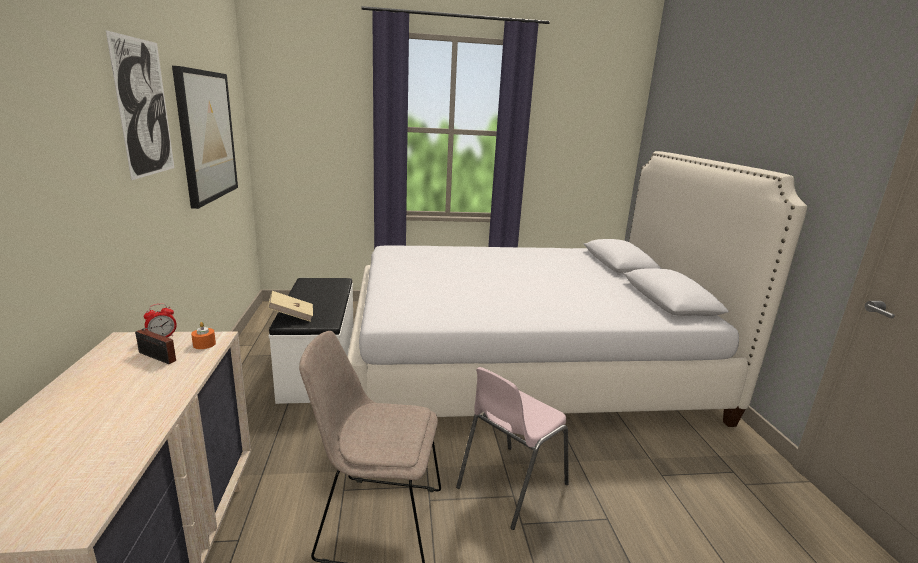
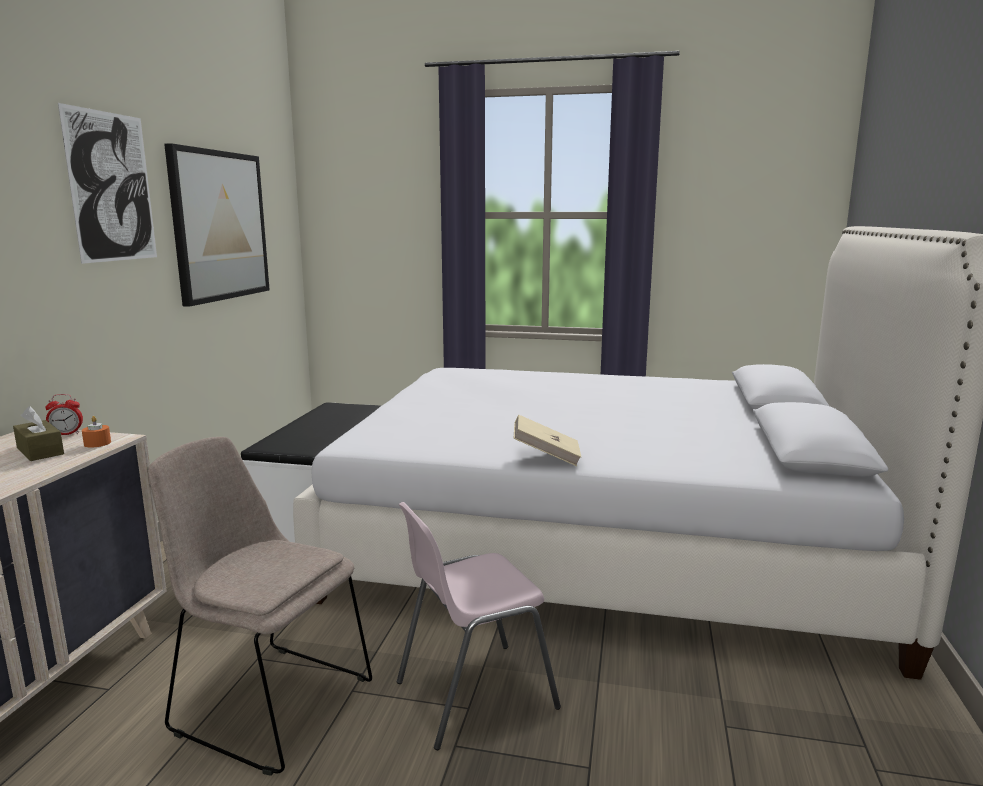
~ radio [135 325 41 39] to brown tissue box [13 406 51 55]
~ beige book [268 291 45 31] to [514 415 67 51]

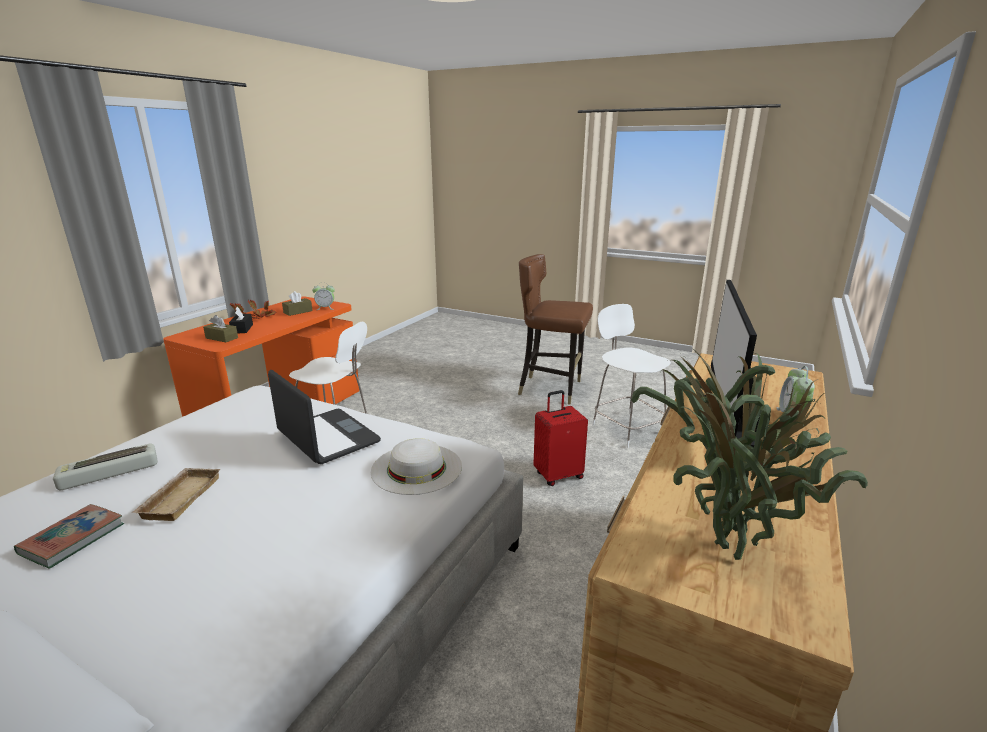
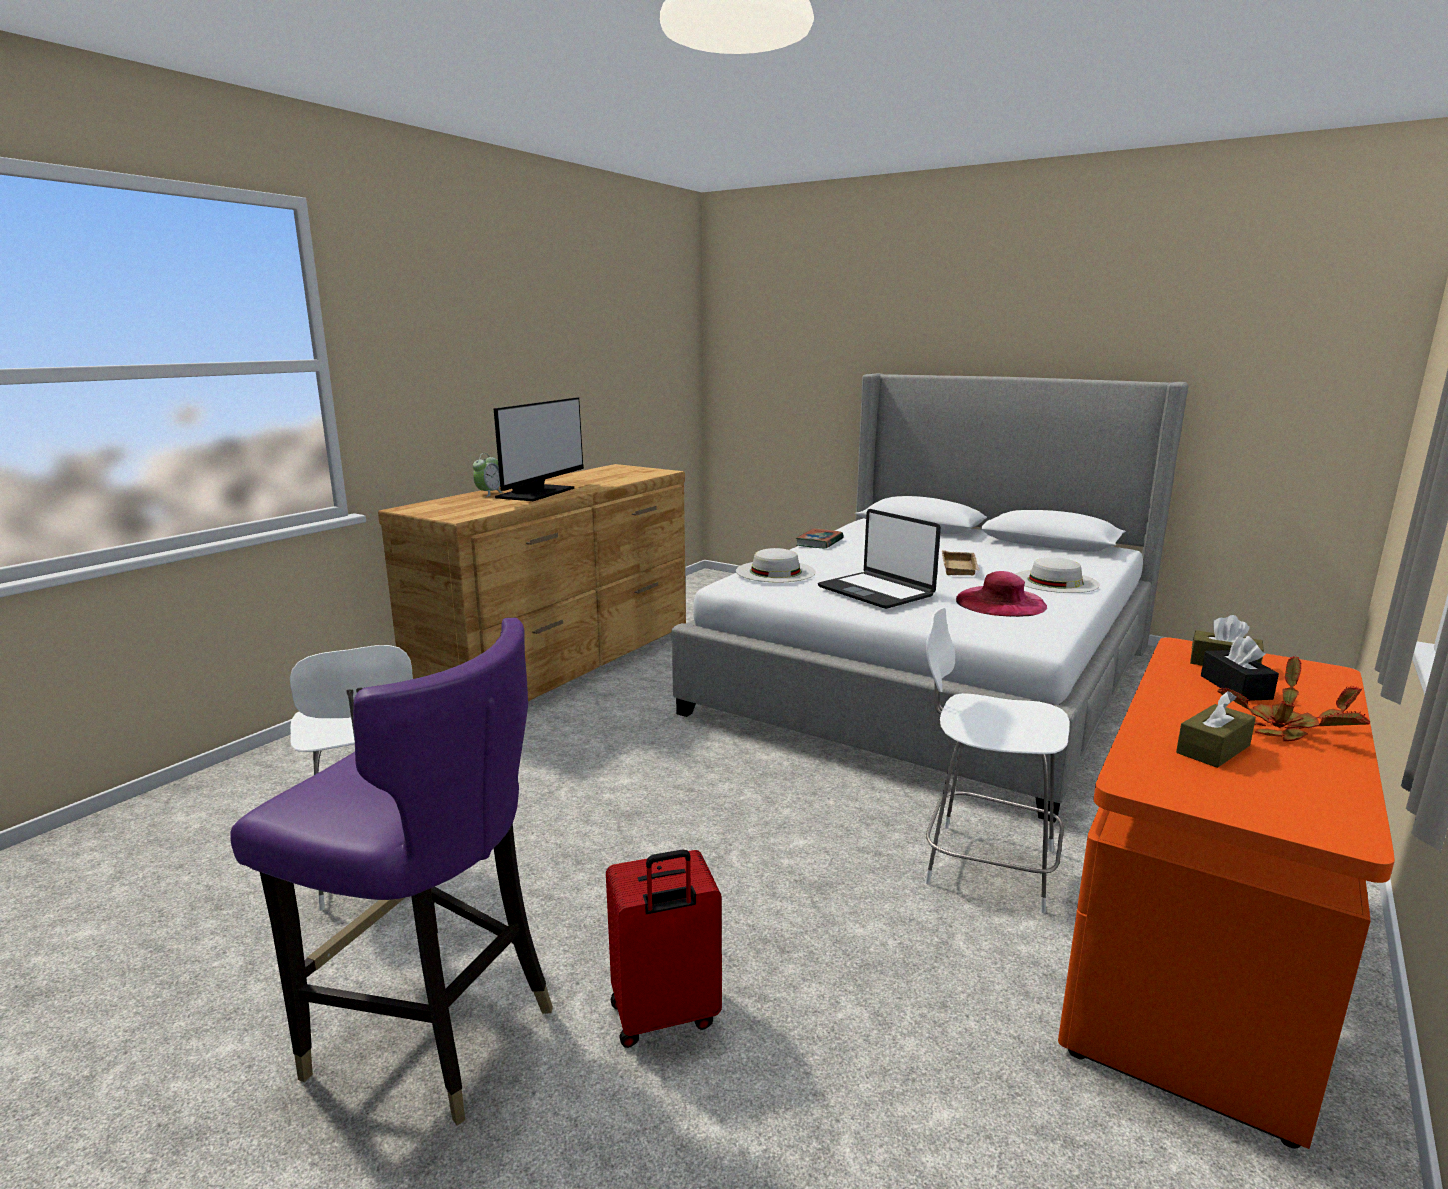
~ book [14 504 110 65] to [796 528 48 21]
~ keyboard [53 443 105 47] to white hat [1015 557 85 36]
- alarm clock [312 282 23 28]
~ brown chair [518 254 75 151] to purple chair [230 618 323 507]
~ red suitcase [533 390 55 96] to [606 849 116 199]
- potted plant [631 350 237 210]
+ pink hat [956 571 92 46]

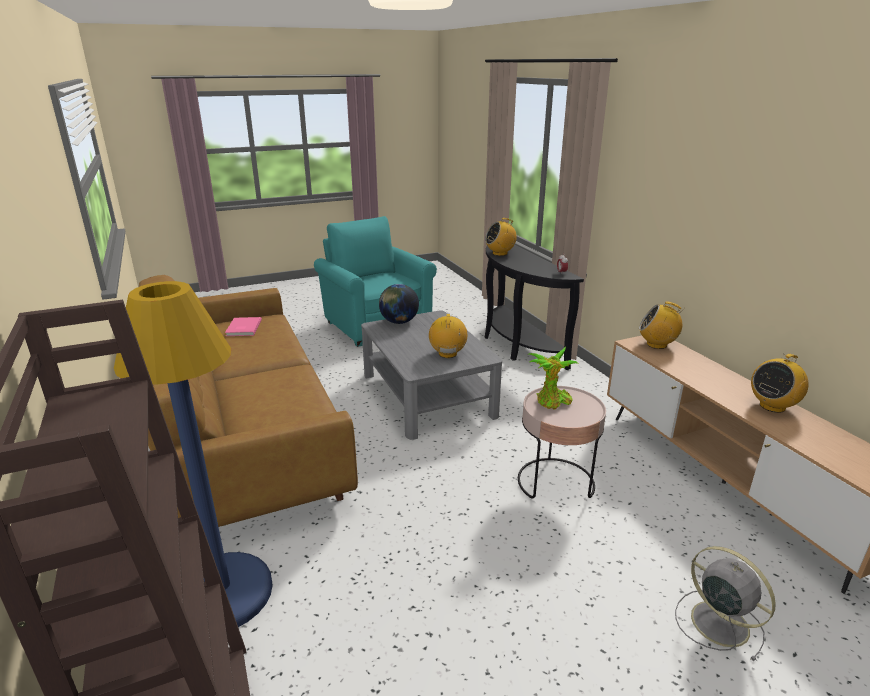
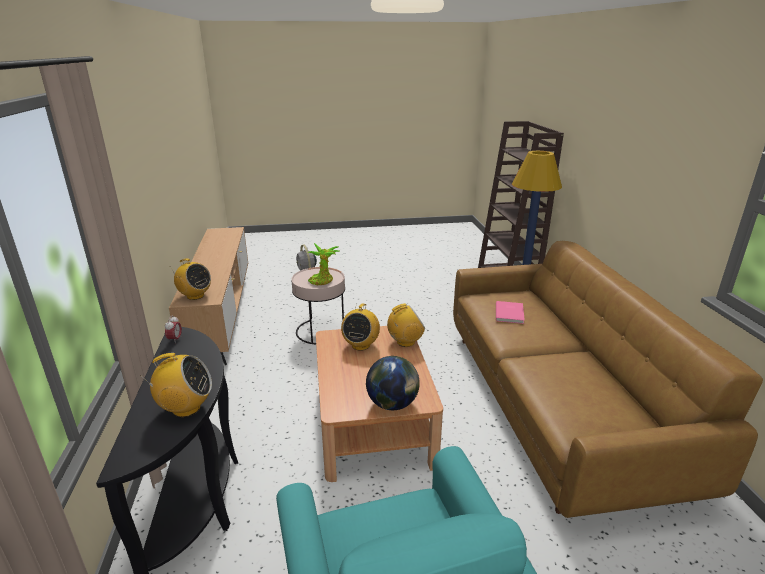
~ pink book [225 317 37 19] to [496 301 29 23]
~ grey coffee table [361 310 141 130] to brown coffee table [316 326 127 156]
~ radio [751 354 58 59] to [387 303 38 44]

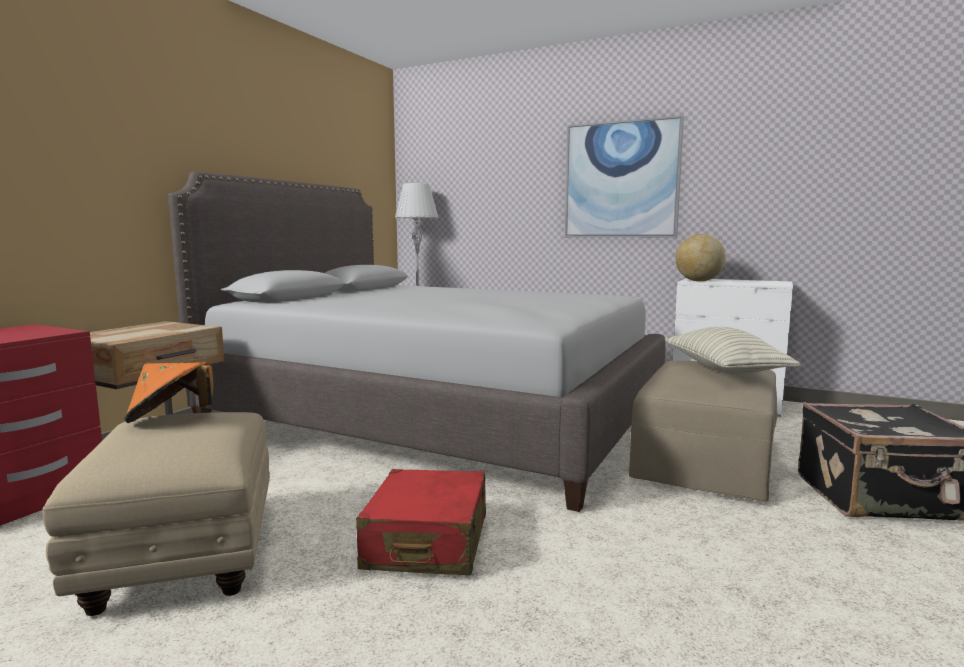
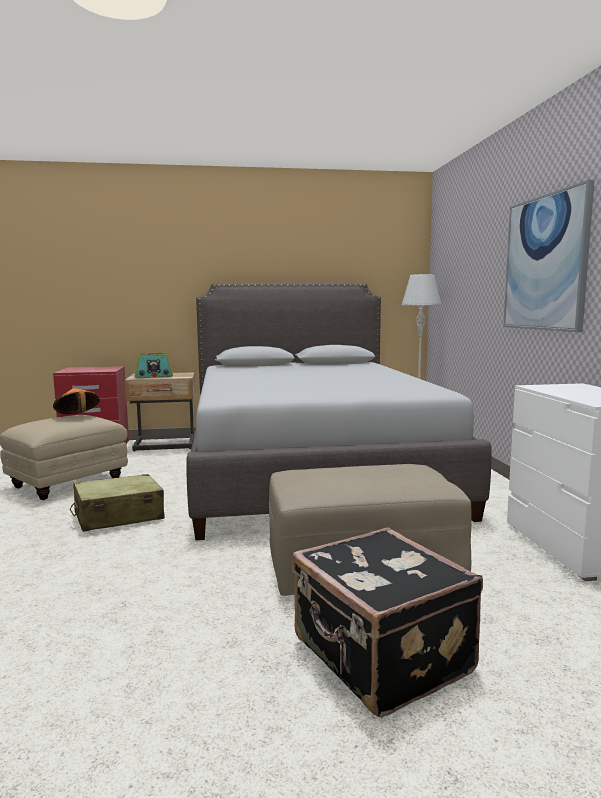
~ red suitcase [356 469 130 106] to beige suitcase [70 474 95 58]
- pillow [665 327 136 47]
- globe [676 234 50 47]
+ radio [135 353 38 25]

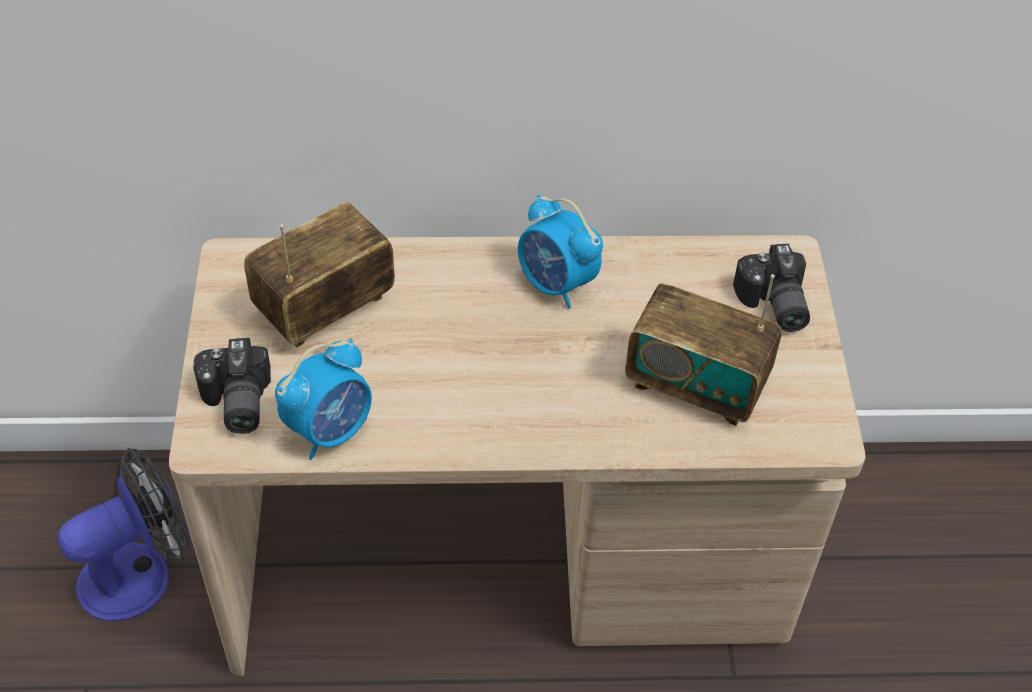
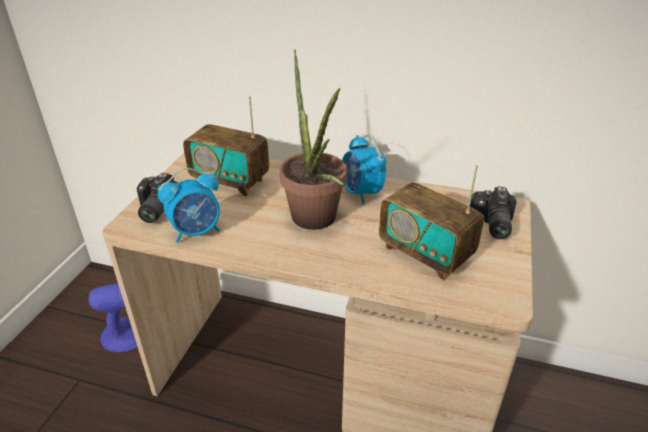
~ radio [244 202 151 146] = [183 96 86 100] 135 degrees counterclockwise
+ potted plant [279 49 68 181]

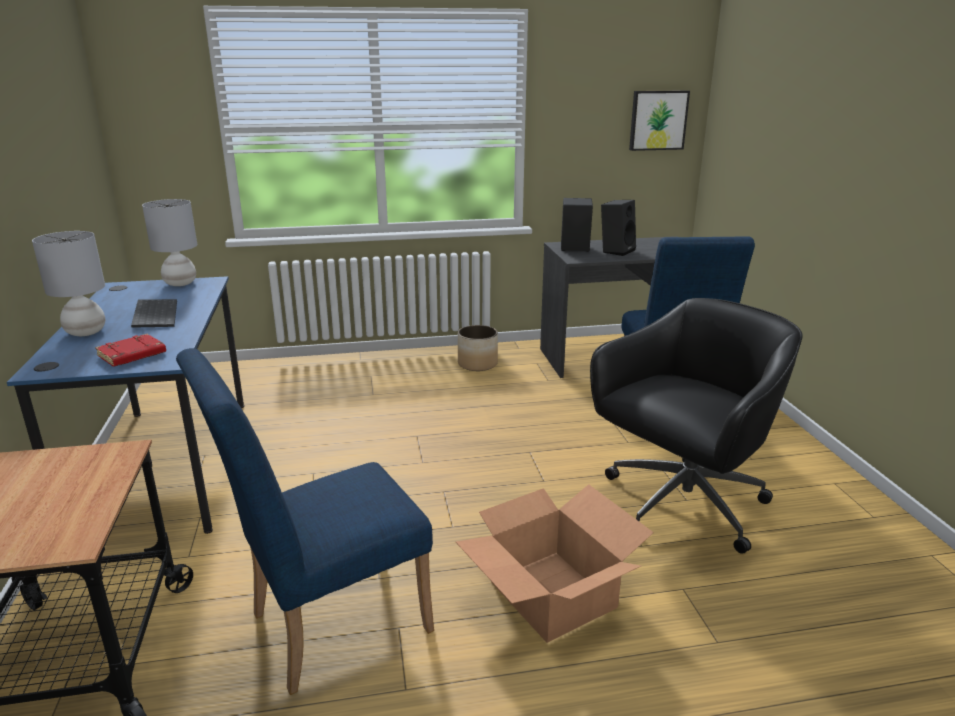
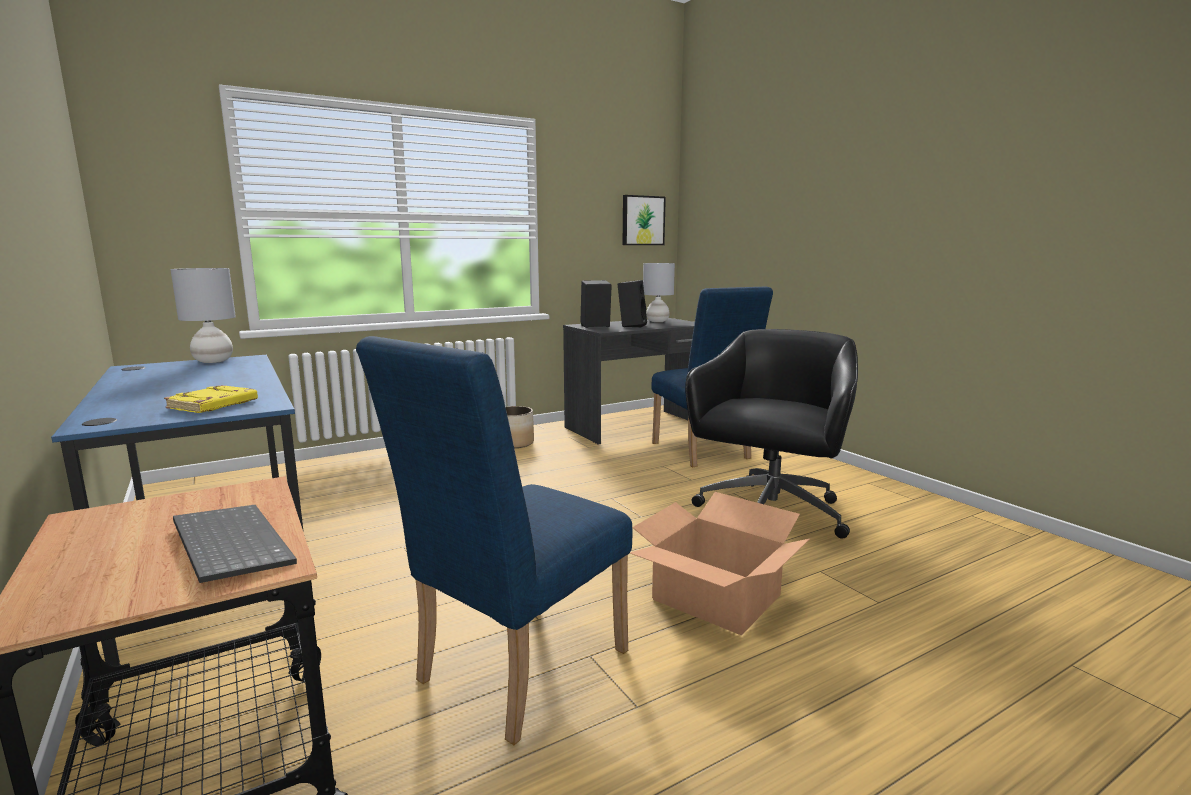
~ grey table lamp [32 231 73 105] to [643 263 32 59]
~ red book [95 334 71 33] to yellow book [164 385 94 28]
~ keyboard [131 299 46 29] to [173 505 124 78]

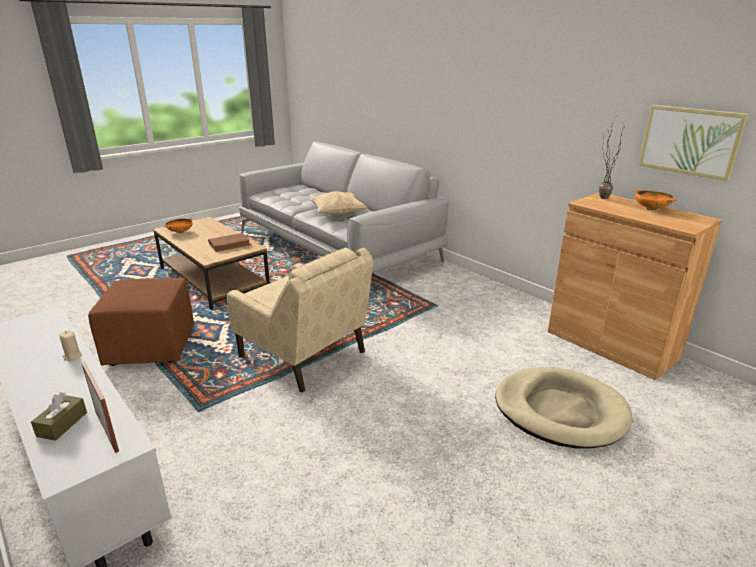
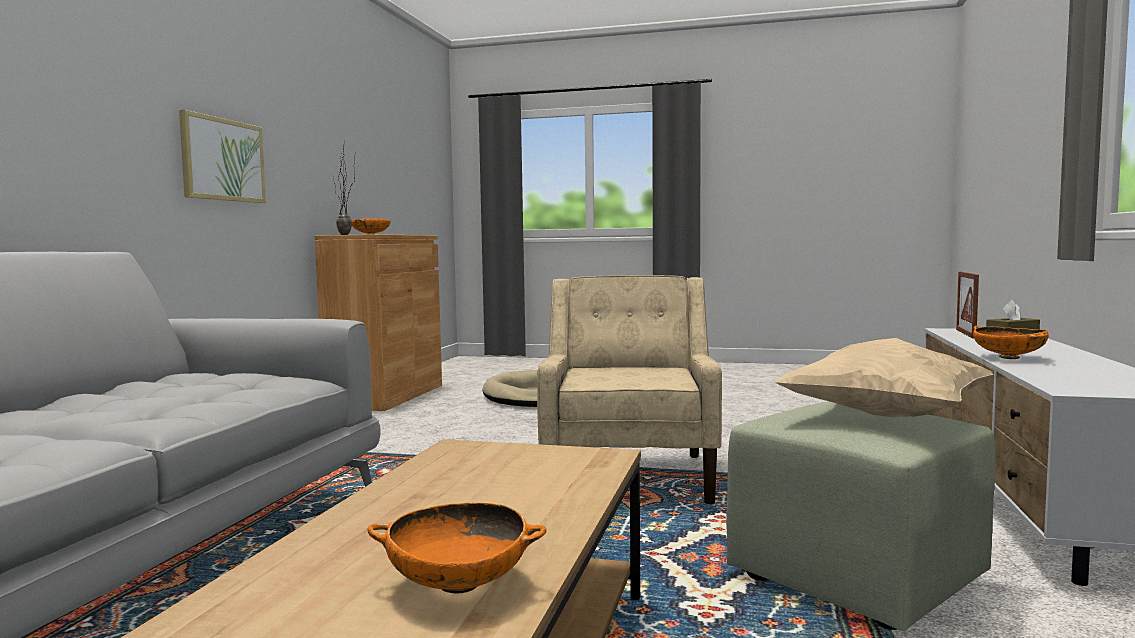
~ beige candle [59 330 23 31] to orange bowl [973 326 76 33]
~ brown ottoman [88 278 106 88] to green ottoman [726 402 269 229]
- brown book [208 233 43 19]
~ beige pillow [309 191 59 24] to [774 337 219 80]
~ picture [639 105 109 76] to [179 110 87 93]

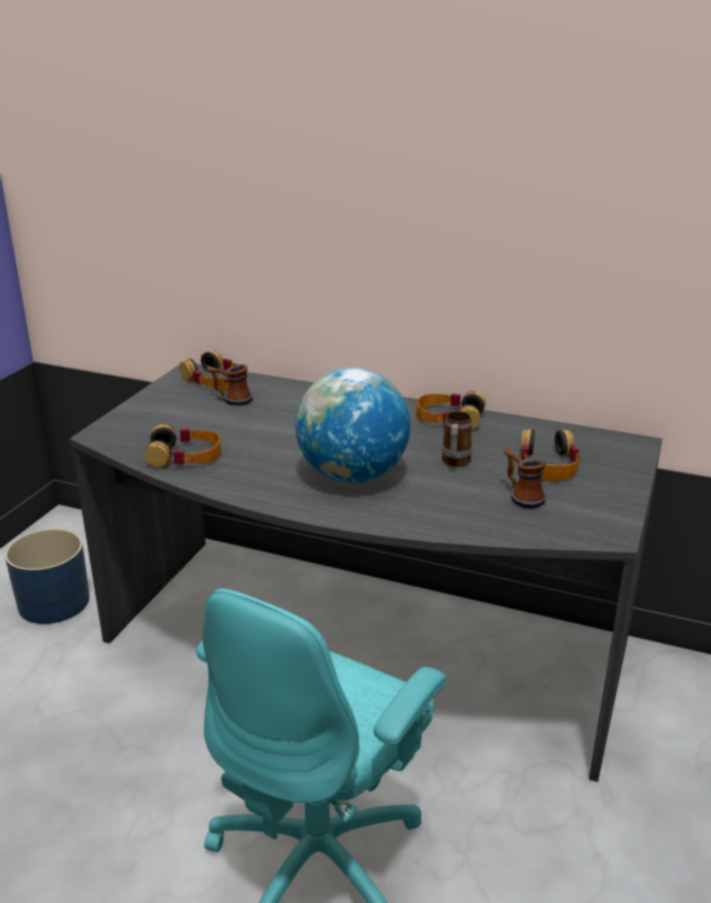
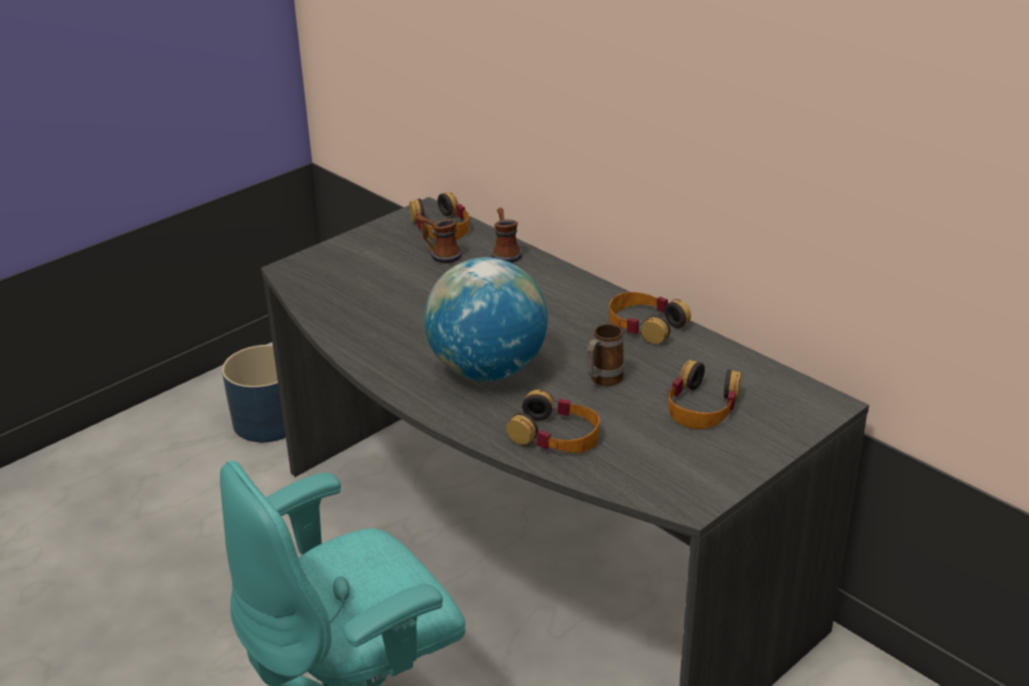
~ headphones [145 424 76 44] to [506 390 94 63]
~ mug [503 448 43 60] to [491 208 31 55]

